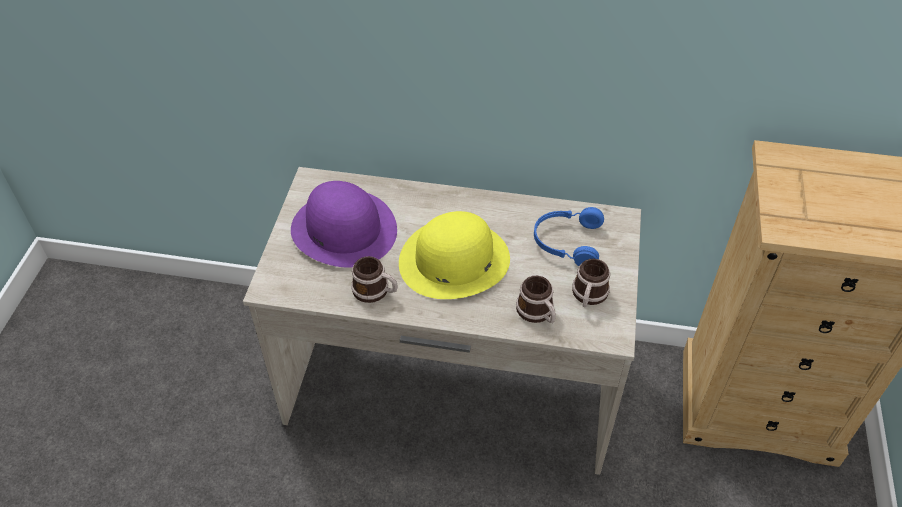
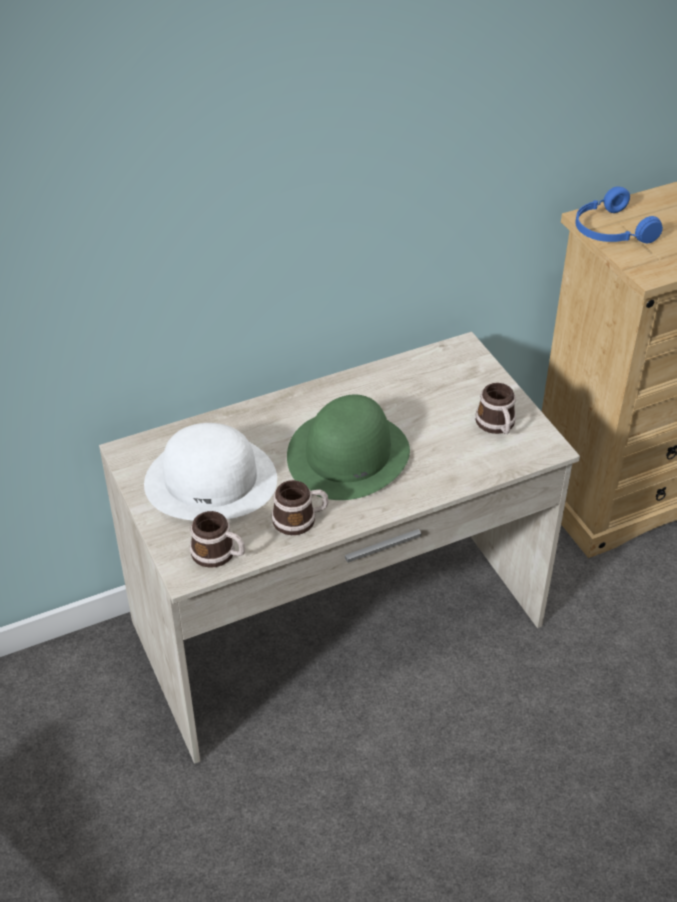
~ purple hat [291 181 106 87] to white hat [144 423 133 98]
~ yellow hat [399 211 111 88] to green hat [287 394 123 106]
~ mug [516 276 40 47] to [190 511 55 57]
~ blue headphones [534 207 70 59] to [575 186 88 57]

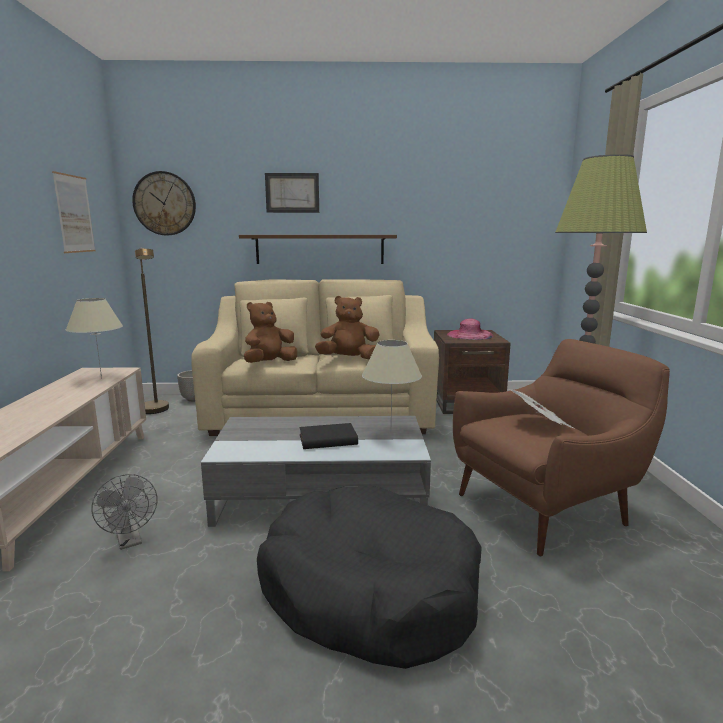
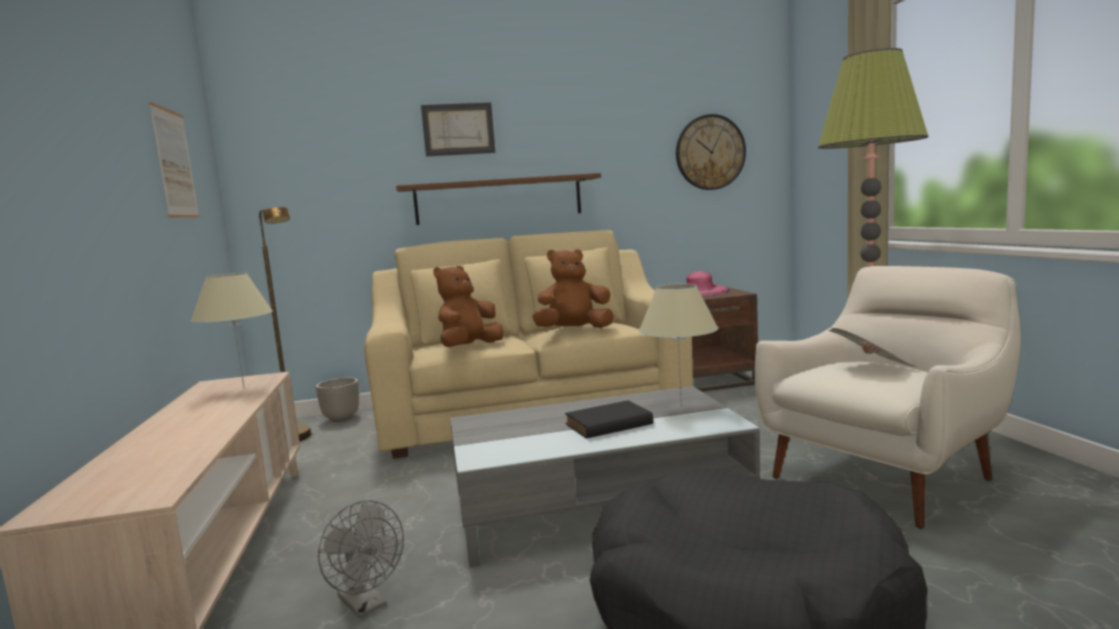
~ wall clock [132 171 64 65] to [676 114 70 76]
~ brown armchair [453 339 217 217] to white armchair [755 266 266 263]

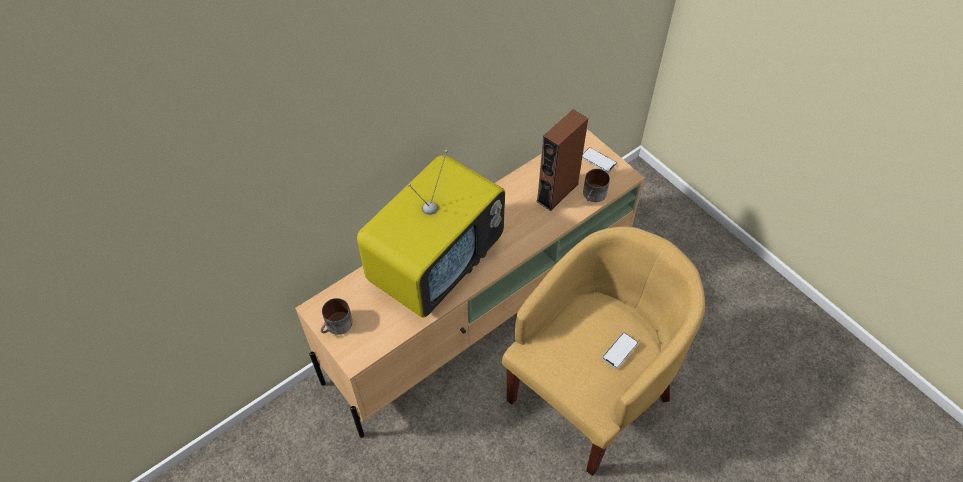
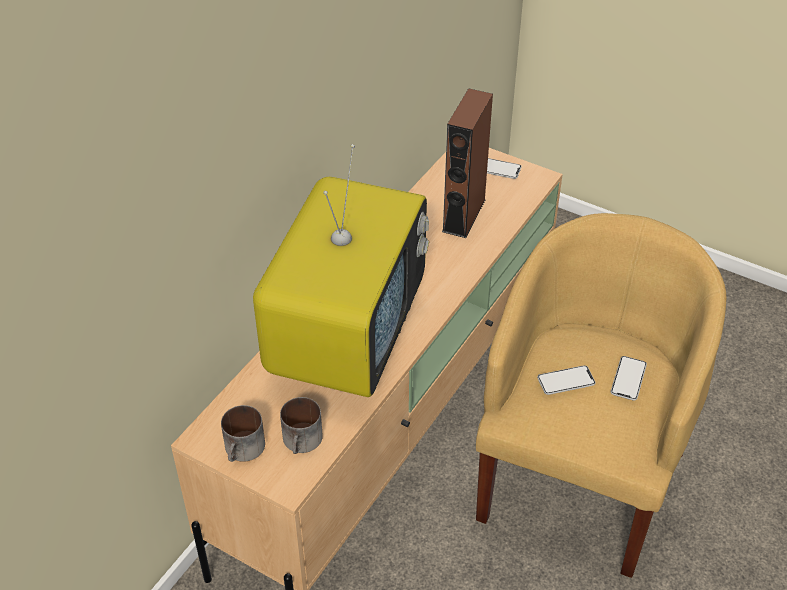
~ mug [583 169 27 33] to [280 397 43 57]
+ phone [537 365 59 30]

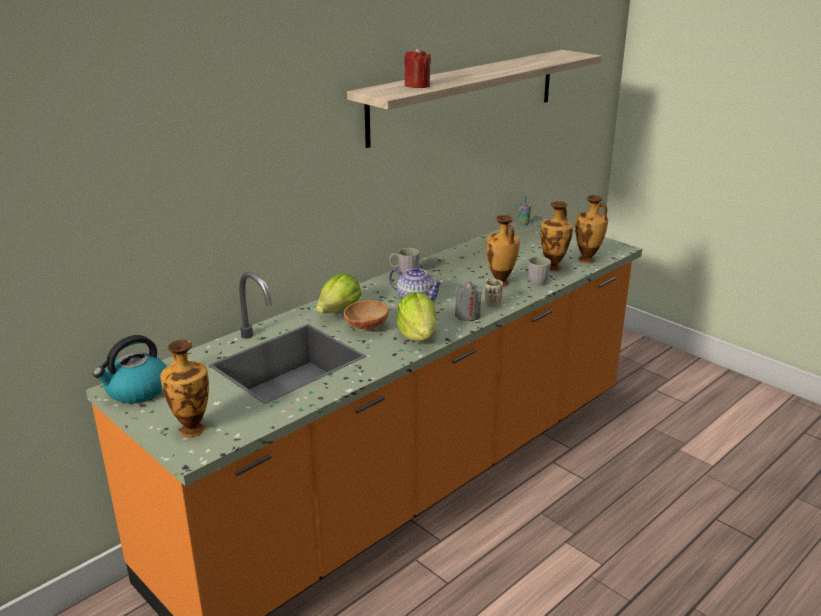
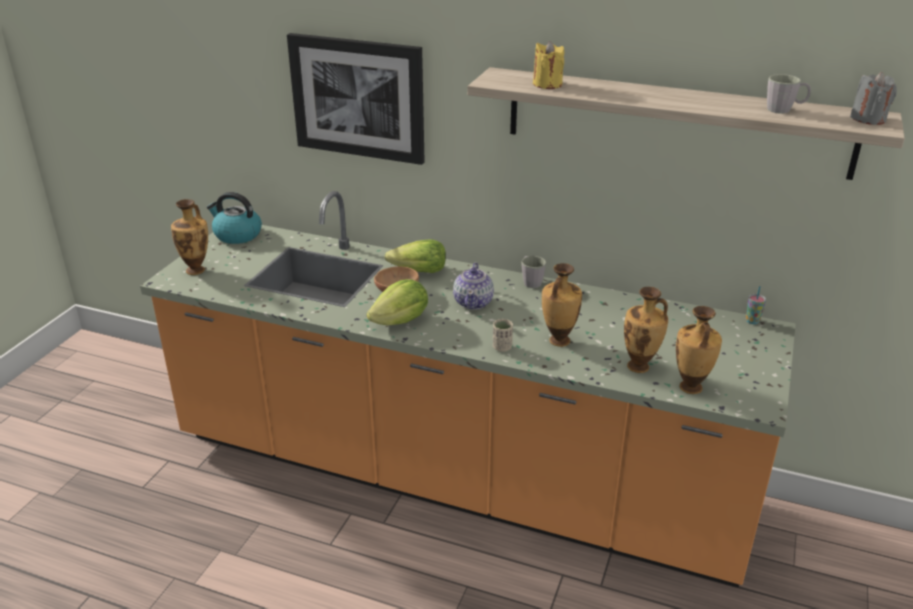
~ red candle [404 47 27 41] to yellow candle [533 41 31 48]
~ grey candle [455 281 27 40] to [850 72 47 53]
~ grey mug [528 257 23 29] to [767 74 44 40]
+ picture [287 33 138 132]

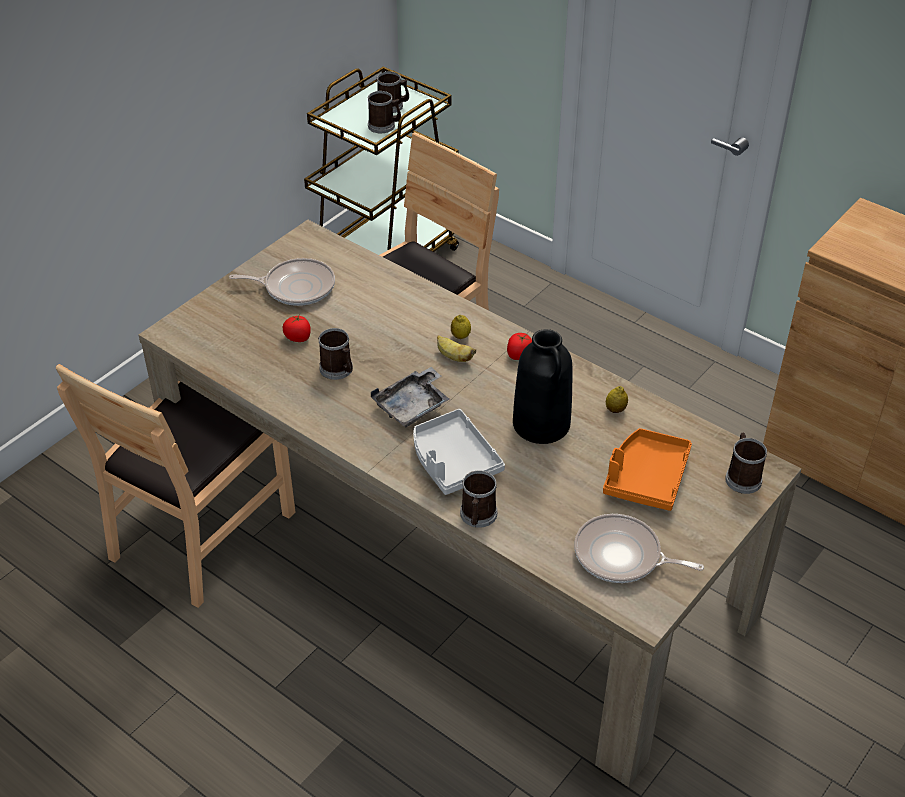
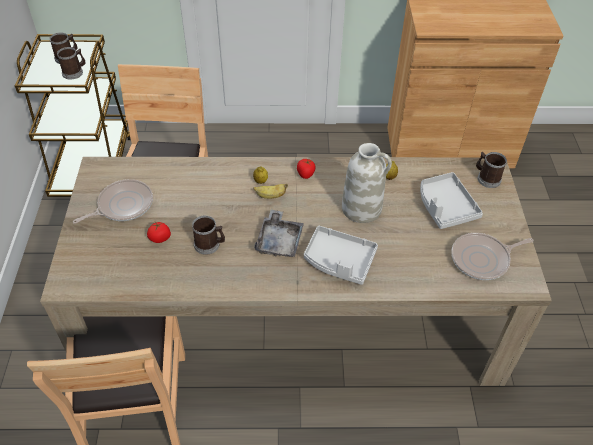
- mug [460 470 37 58]
~ black vase [513 329 59 115] to white vase [342 143 50 80]
~ orange tray [603 428 89 83] to grey tray [420 172 63 57]

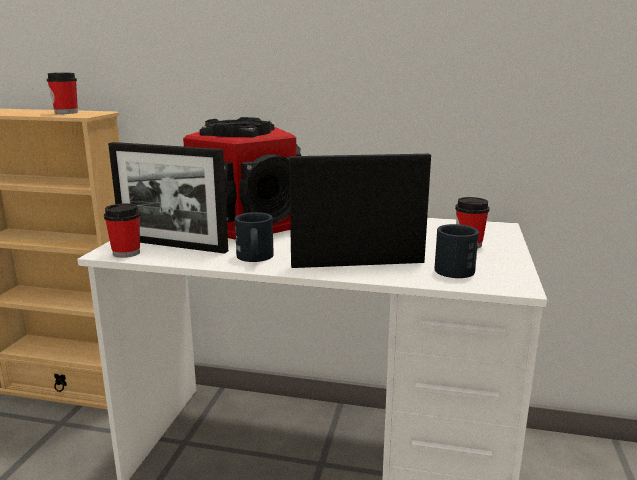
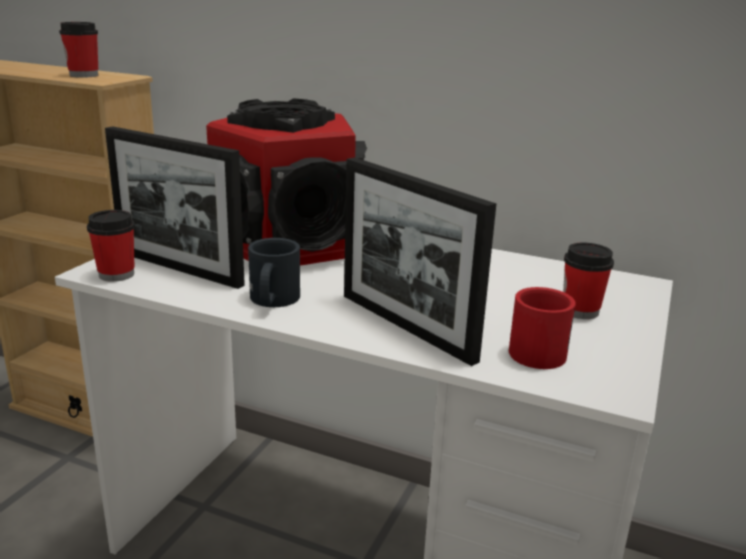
~ picture frame [289 154 142 114] = [344 157 152 209] 135 degrees counterclockwise
~ black mug [435 224 44 54] to red mug [509 287 67 82]

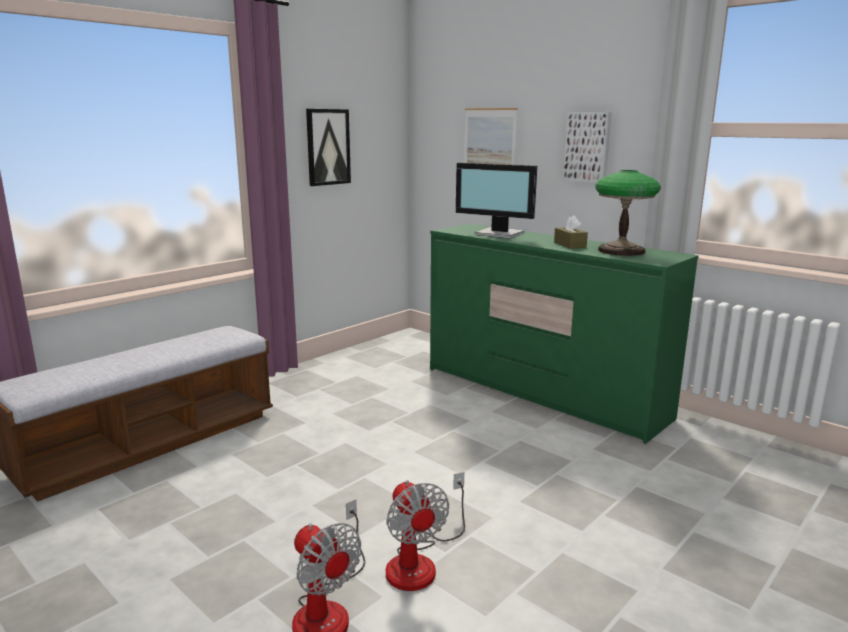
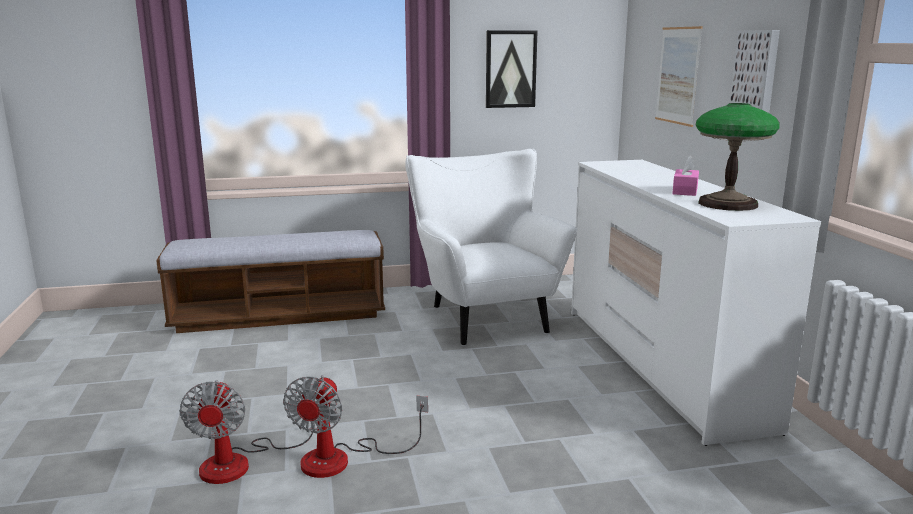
~ green dresser [430 224 269 220] to white dresser [571 160 250 286]
- monitor [456 163 81 75]
~ brown tissue box [554 215 34 34] to pink tissue box [672 156 27 40]
+ white armchair [405 148 172 198]

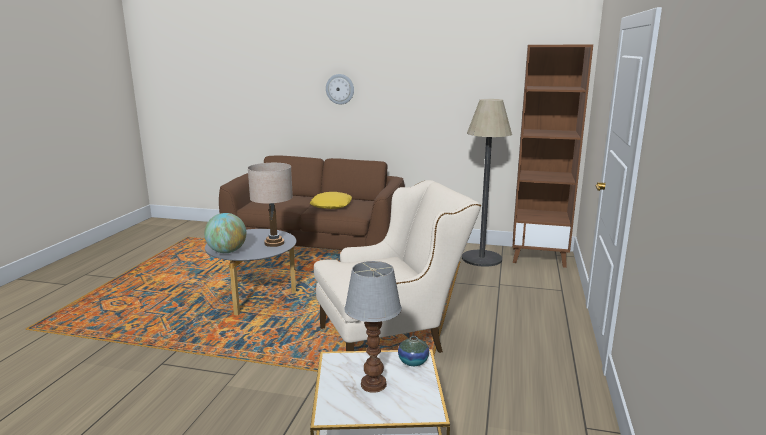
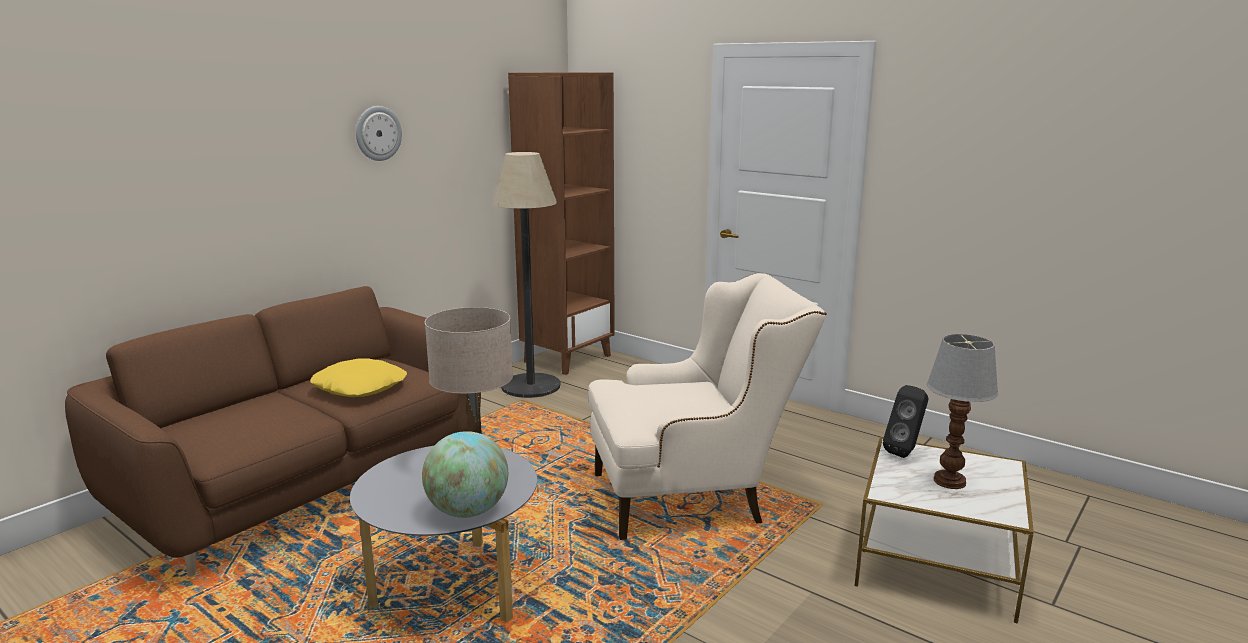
~ beige armchair [314 180 167 173] = [588 273 239 267] 75 degrees clockwise
~ wall clock [326 74 28 30] to [356 106 46 55]
~ vase [398 336 31 30] to black speaker [883 385 45 73]

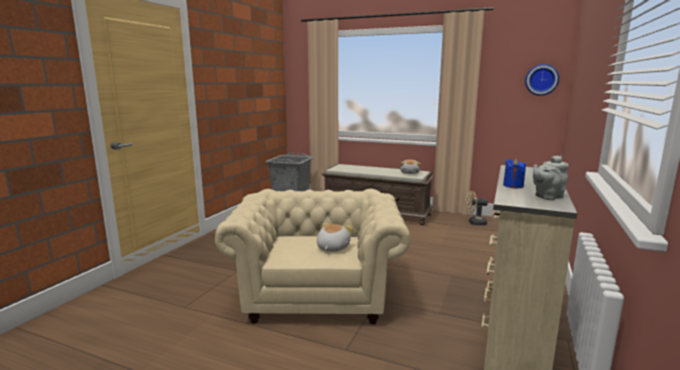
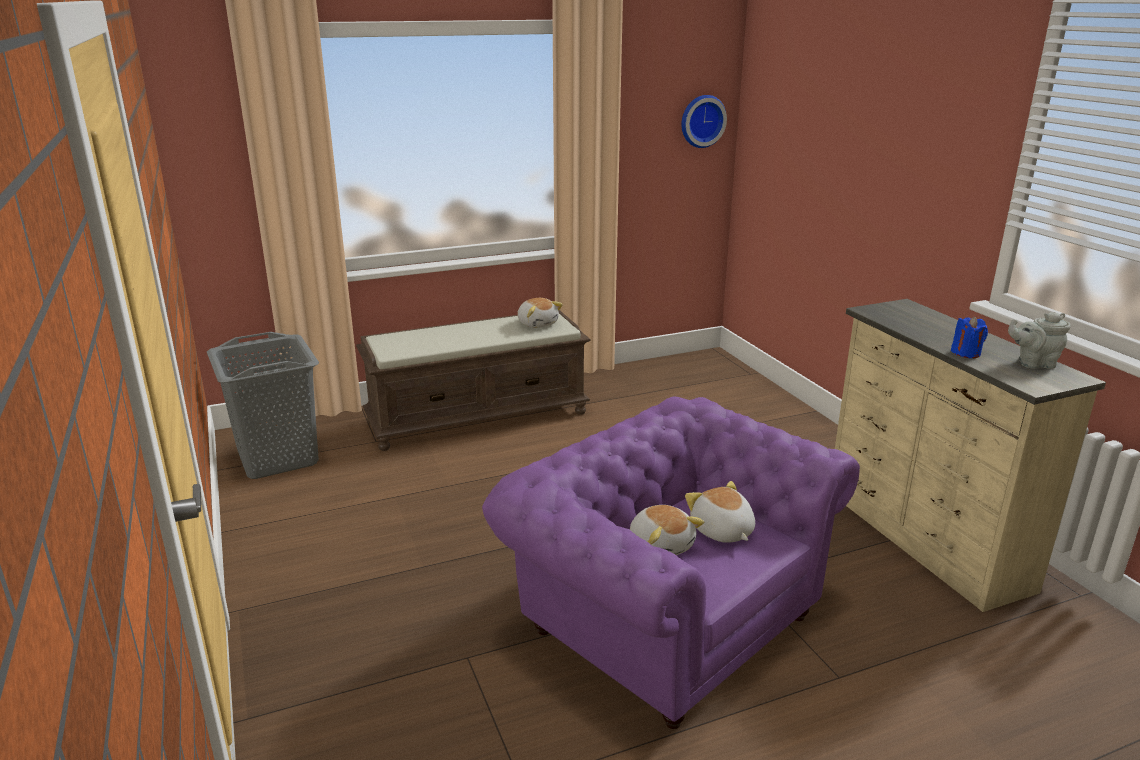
~ beige armchair [215 189 196 135] to purple armchair [482 396 378 333]
- beige fan [465 191 23 35]
~ grey teapot [533 156 36 44] = [1008 312 63 57] 75 degrees clockwise
+ plush toy [630 505 74 50]

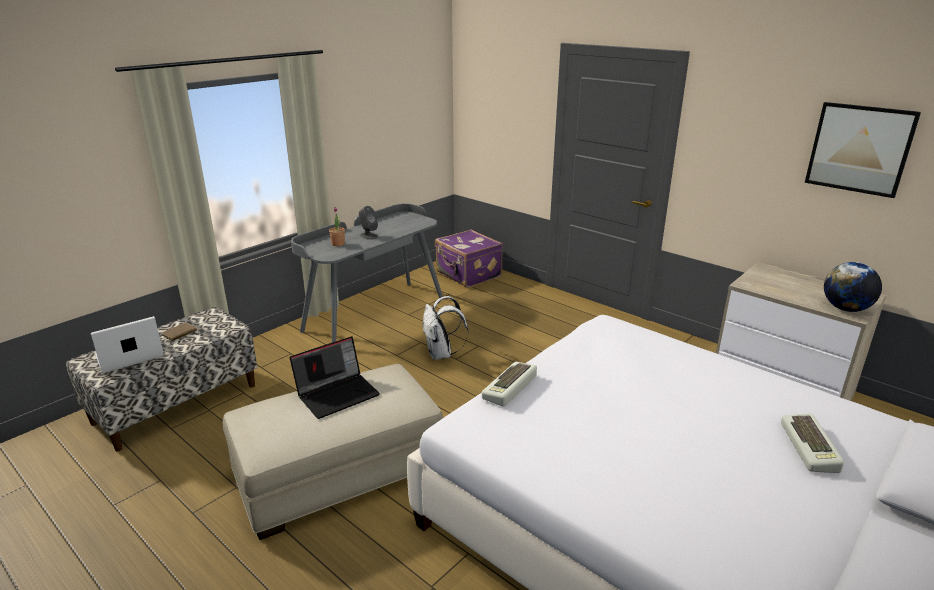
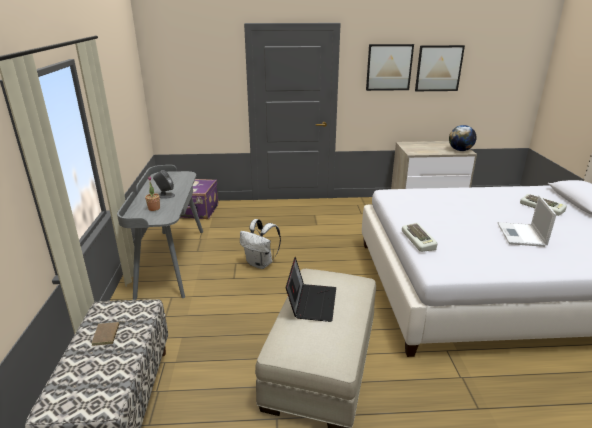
~ laptop [91 316 73 58] to [498 196 58 51]
+ picture [366 44 48 47]

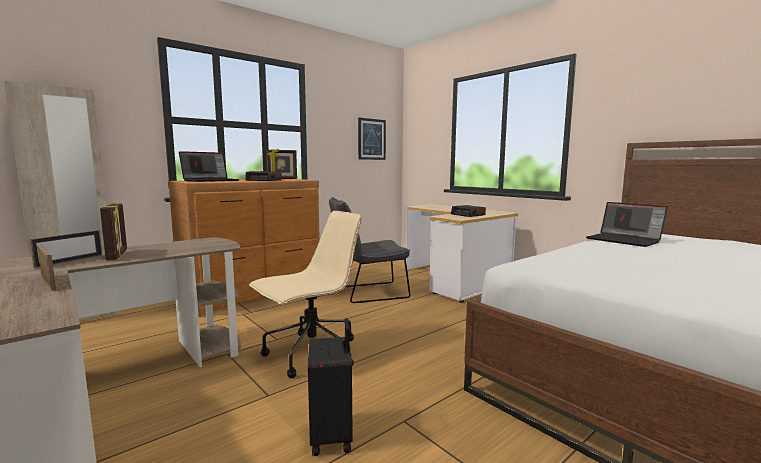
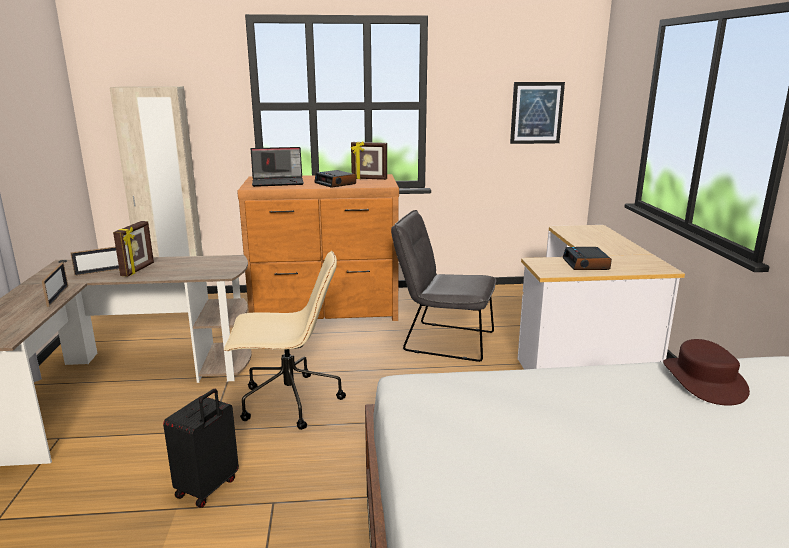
~ laptop [586 202 81 45] to brown hat [663 339 87 67]

